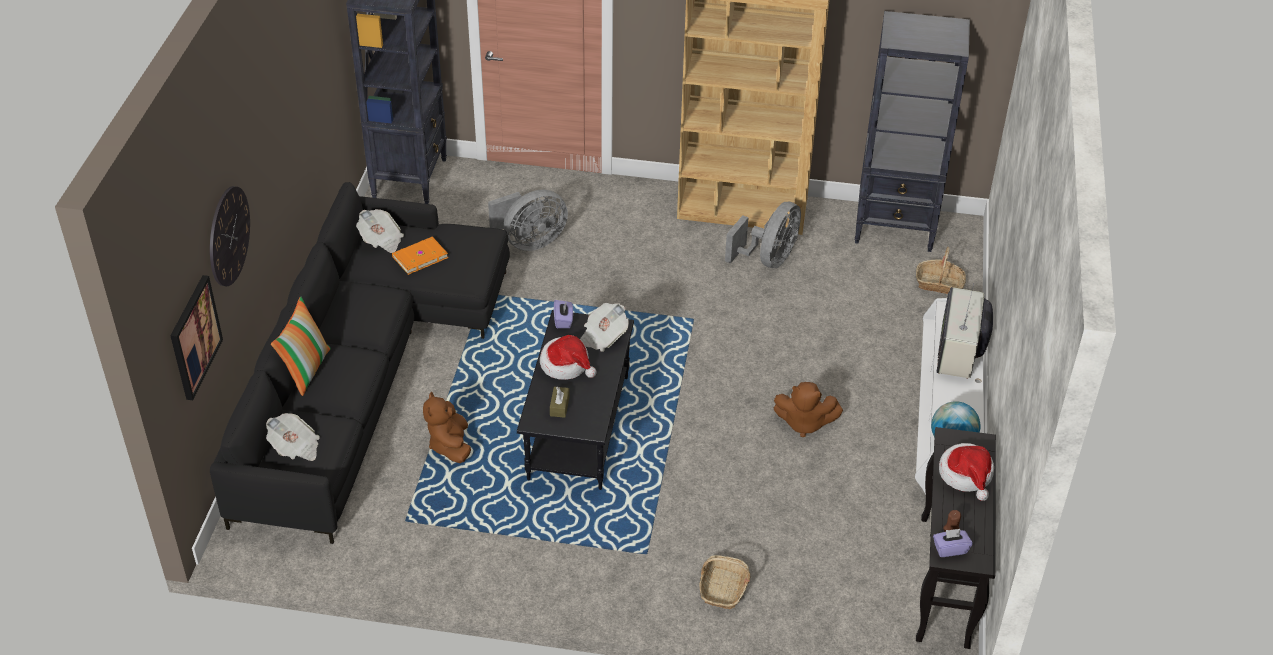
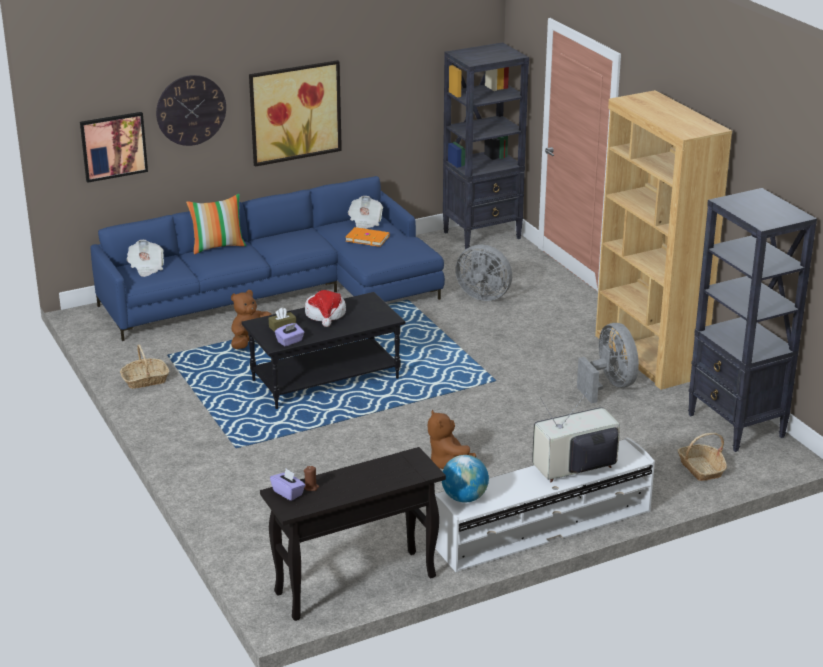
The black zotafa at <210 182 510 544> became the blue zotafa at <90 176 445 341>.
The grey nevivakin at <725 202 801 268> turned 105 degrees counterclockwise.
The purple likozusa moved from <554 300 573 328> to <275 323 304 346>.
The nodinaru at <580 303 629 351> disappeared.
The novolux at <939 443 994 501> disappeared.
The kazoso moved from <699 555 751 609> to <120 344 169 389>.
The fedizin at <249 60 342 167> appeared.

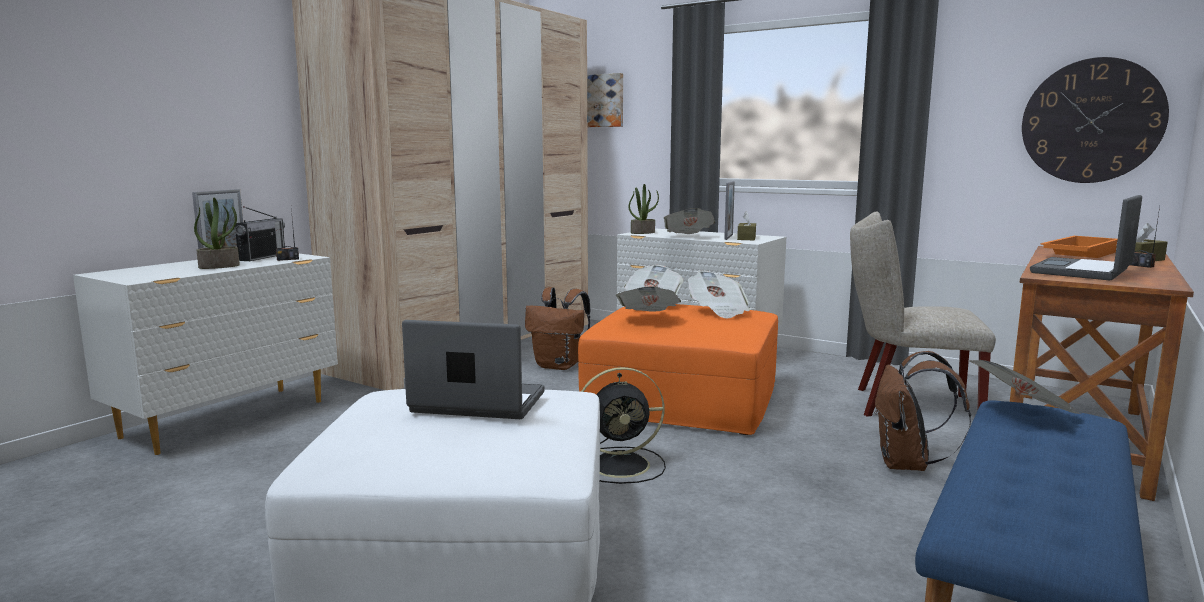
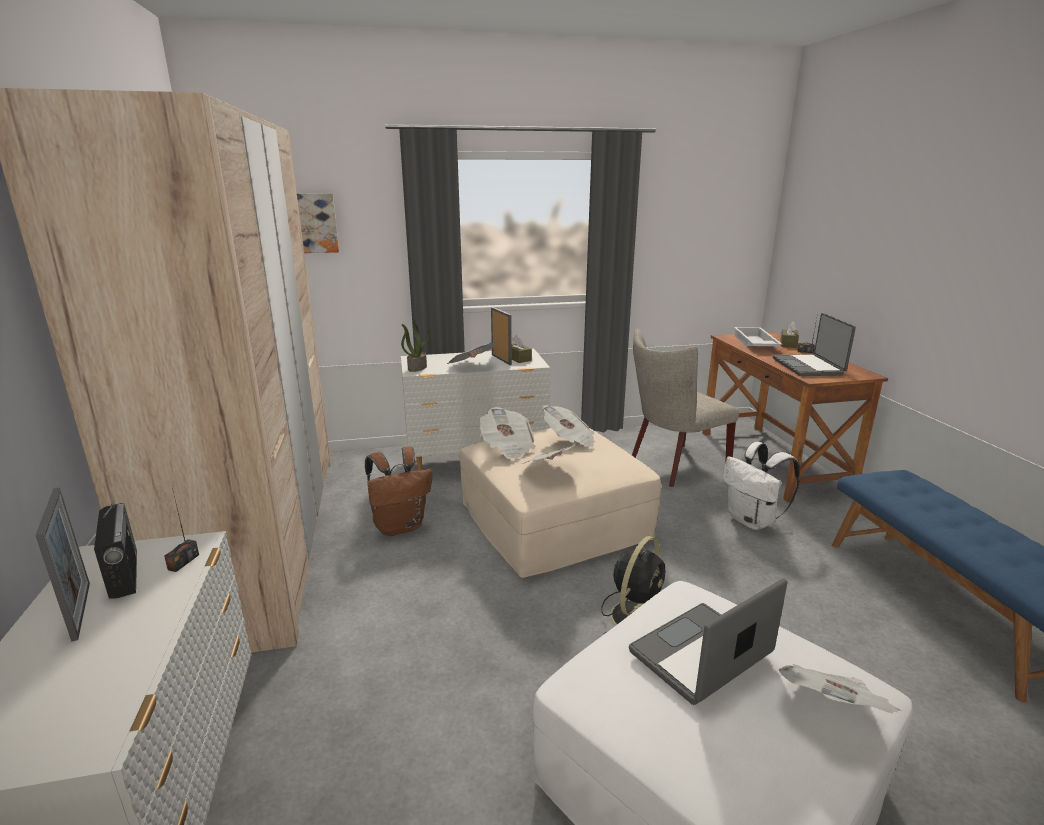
The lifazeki at <1022 57 1169 183> disappeared.
The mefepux at <194 198 240 269> disappeared.
The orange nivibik at <1040 236 1118 258> became the white nivibik at <734 327 782 346>.
The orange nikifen at <578 304 778 435> became the beige nikifen at <460 428 661 578>.
The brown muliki at <874 351 971 471> became the white muliki at <723 442 800 530>.
The nodinaru moved from <969 360 1081 414> to <778 664 901 714>.

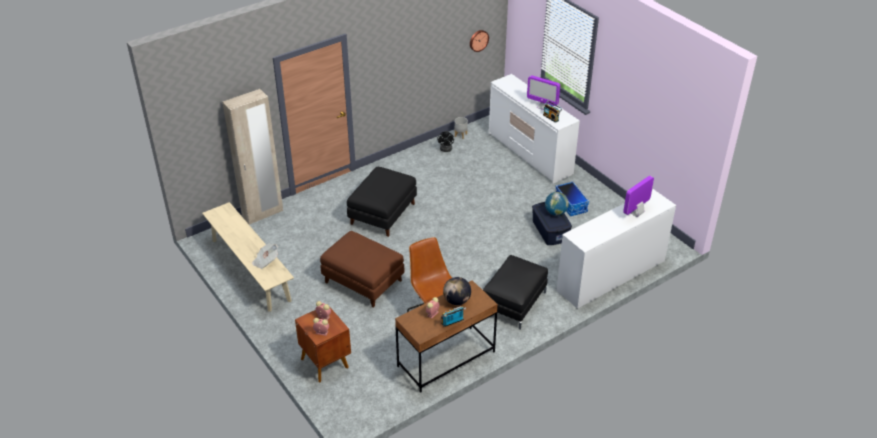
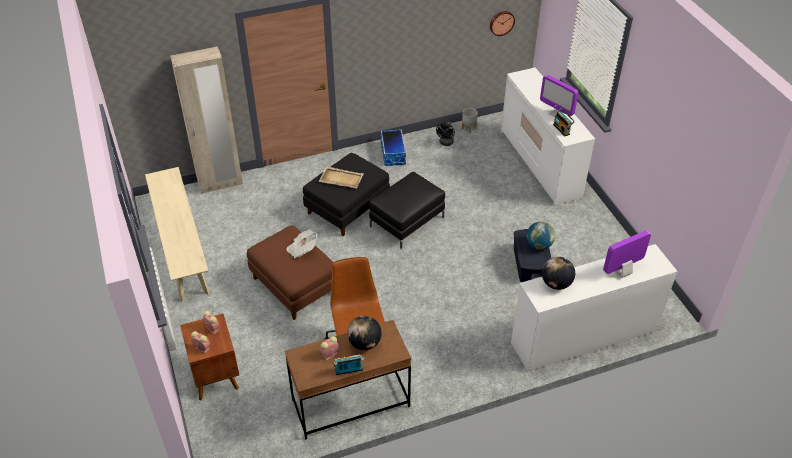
The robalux moved from <555 181 589 216> to <381 129 406 166>.
The nodinaru moved from <252 243 278 269> to <286 229 318 258>.
The black nikifen moved from <483 255 548 330> to <369 172 445 249>.
The beige nivibik at <319 166 364 188> appeared.
The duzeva at <542 257 575 290> appeared.

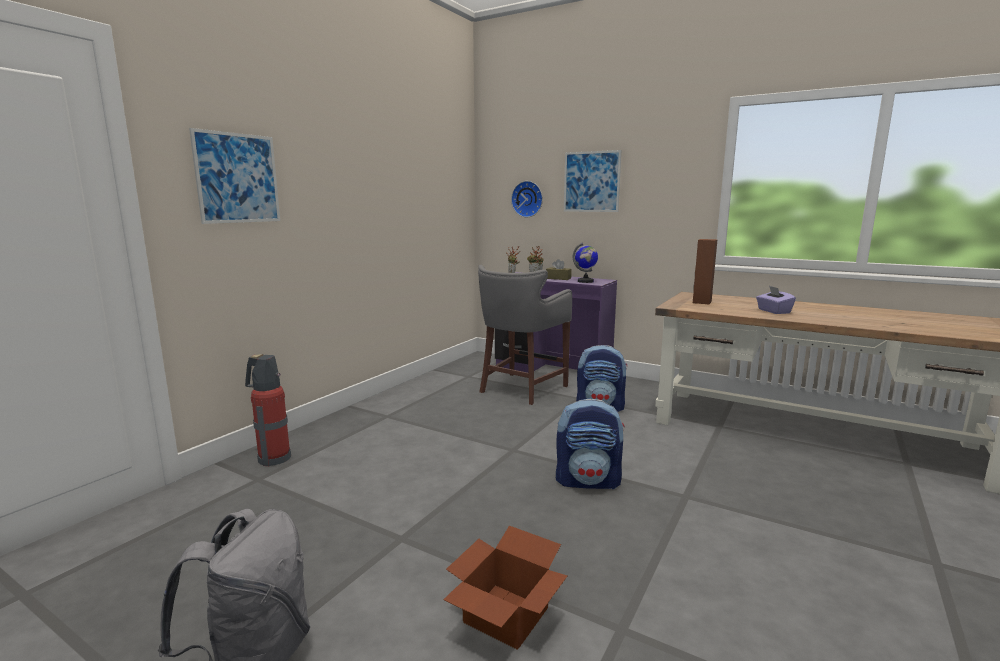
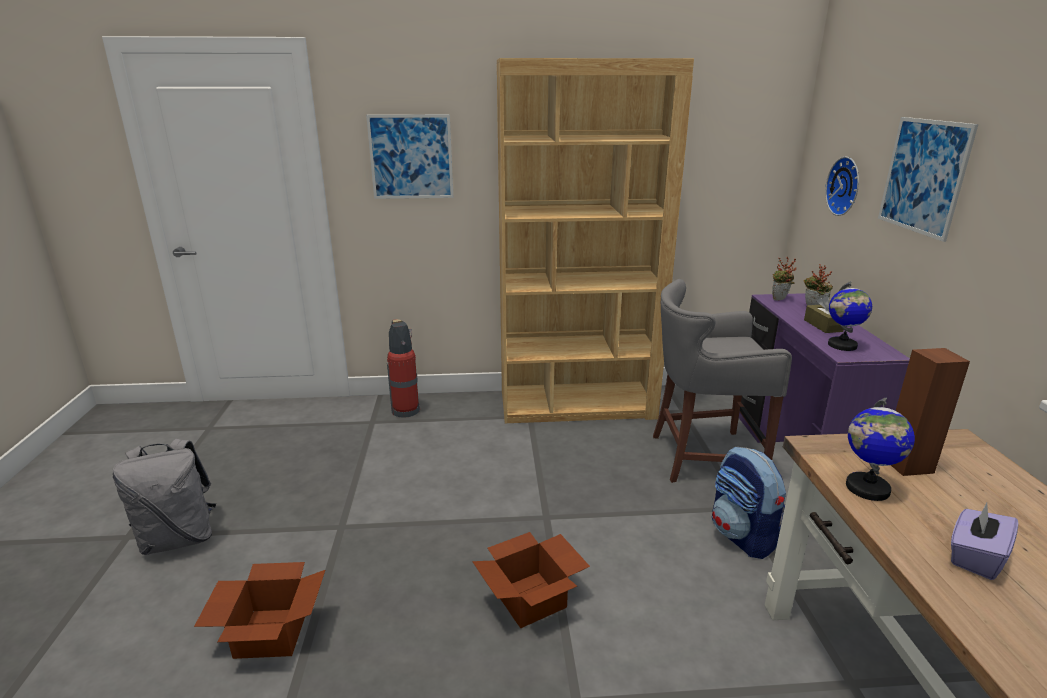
The muliki at <556 398 625 489> was replaced by the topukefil at <472 532 590 629>.
The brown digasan at <497 58 694 423> appeared.
The duzeva at <846 398 915 501> appeared.

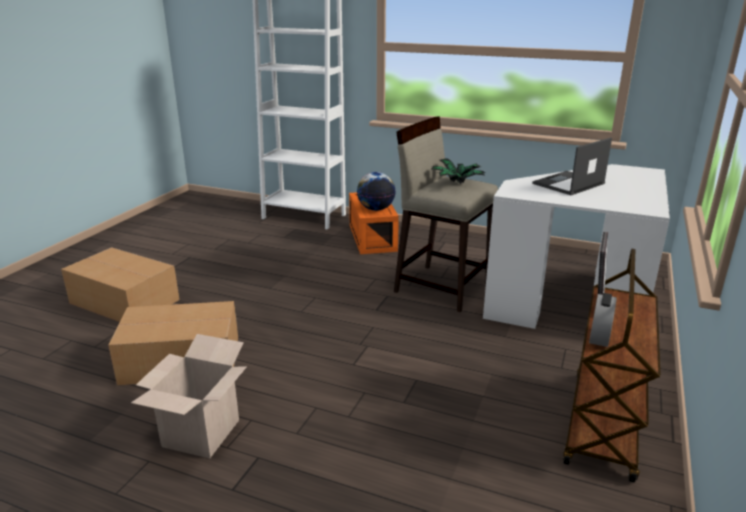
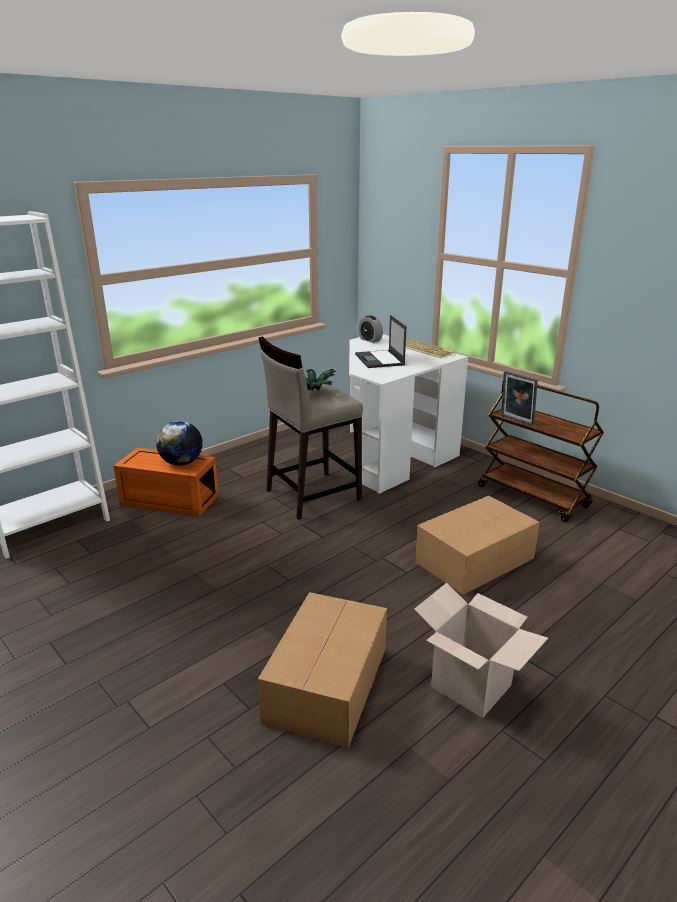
The topukefil moved from <61 247 180 322> to <415 496 540 595>.
The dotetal moved from <589 293 617 347> to <358 315 383 343>.
The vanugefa at <406 339 454 358> appeared.

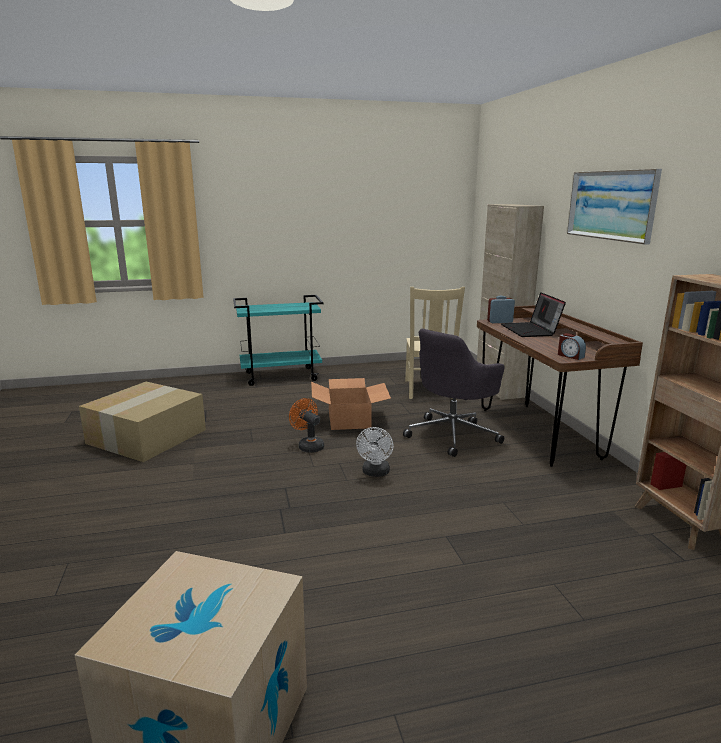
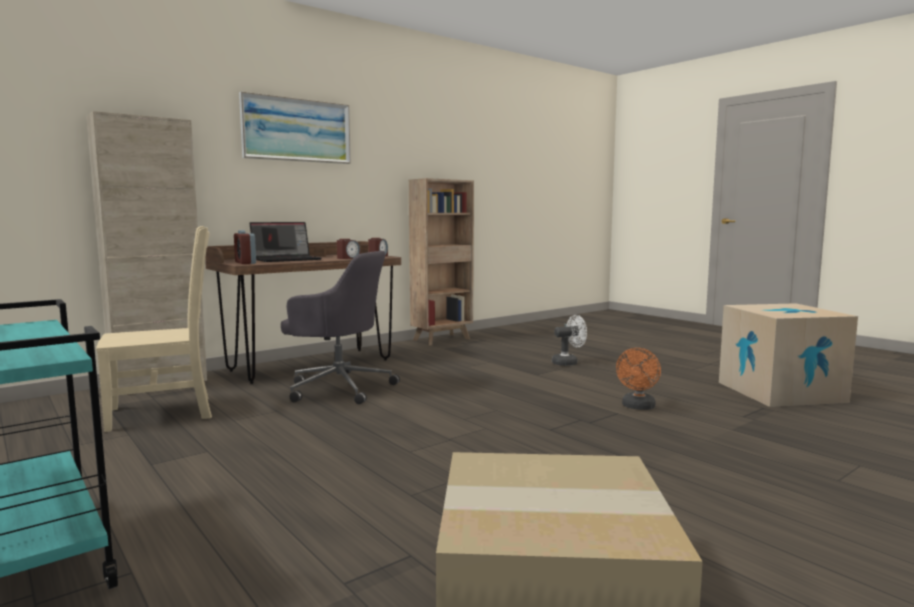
The topukefil at <311 378 391 430> disappeared.
The orange nevivakin moved from <289 398 324 453> to <616 348 661 410>.
The white nevivakin moved from <356 427 394 477> to <552 315 587 366>.
The dotetal at <337 239 360 259> appeared.

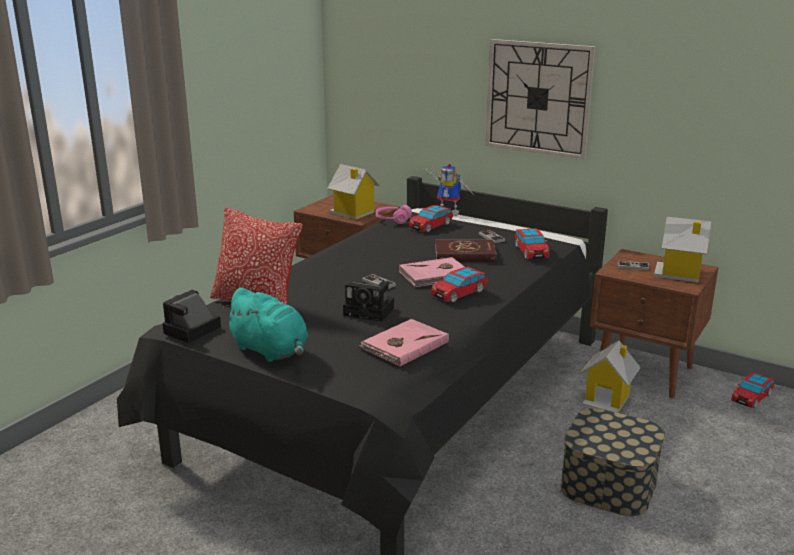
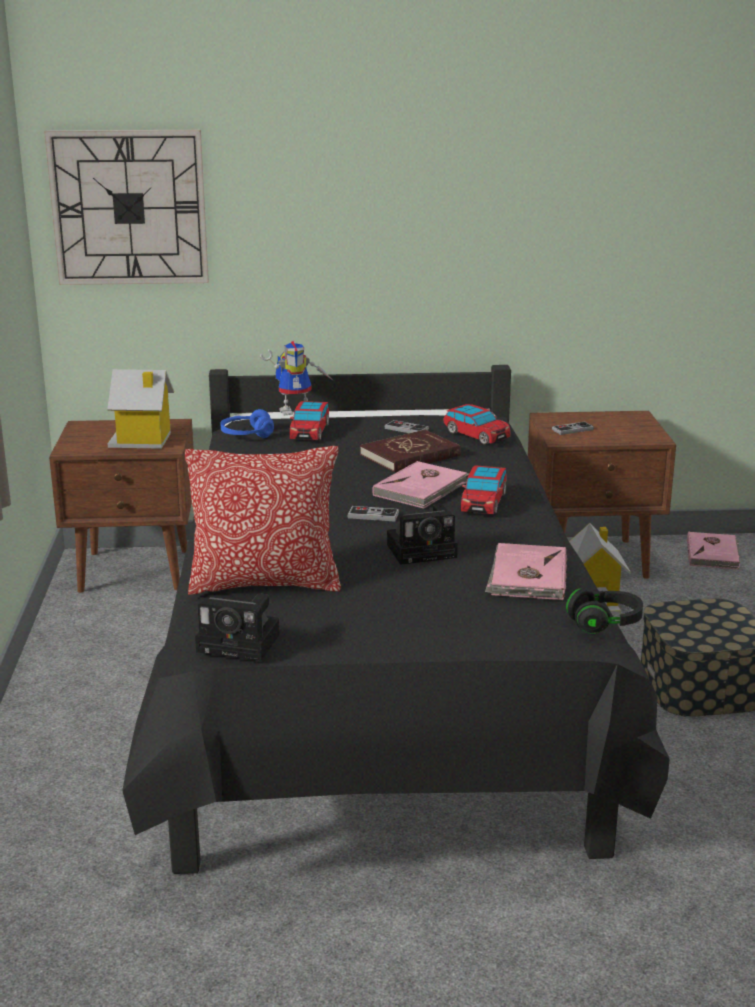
The lifazeki moved from <486 39 596 159> to <44 130 209 285>.
The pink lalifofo at <376 205 412 224> became the blue lalifofo at <221 409 274 438>.
The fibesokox at <654 217 711 283> disappeared.
The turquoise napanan at <223 288 308 362> disappeared.
The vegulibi at <162 290 221 343> turned 75 degrees counterclockwise.
The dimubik at <731 372 774 408> was replaced by the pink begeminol at <687 532 740 569>.
The black lalifofo at <566 588 643 634> appeared.

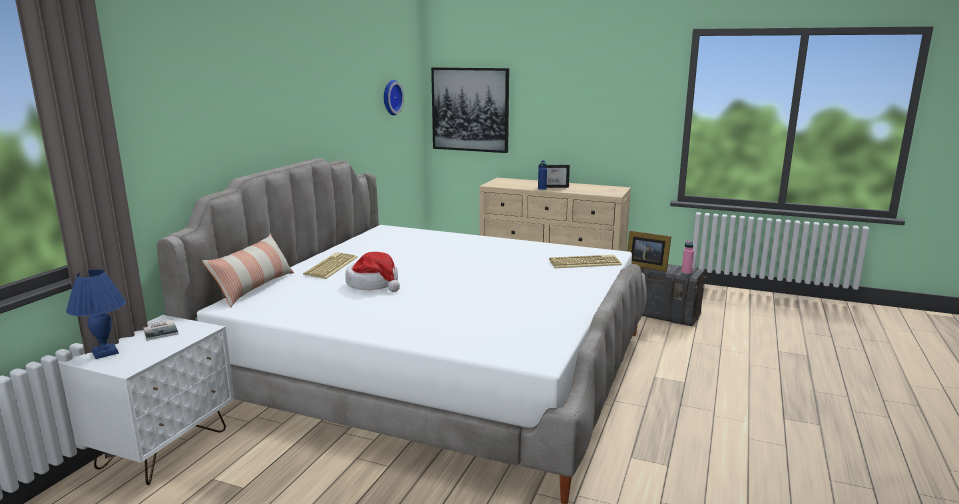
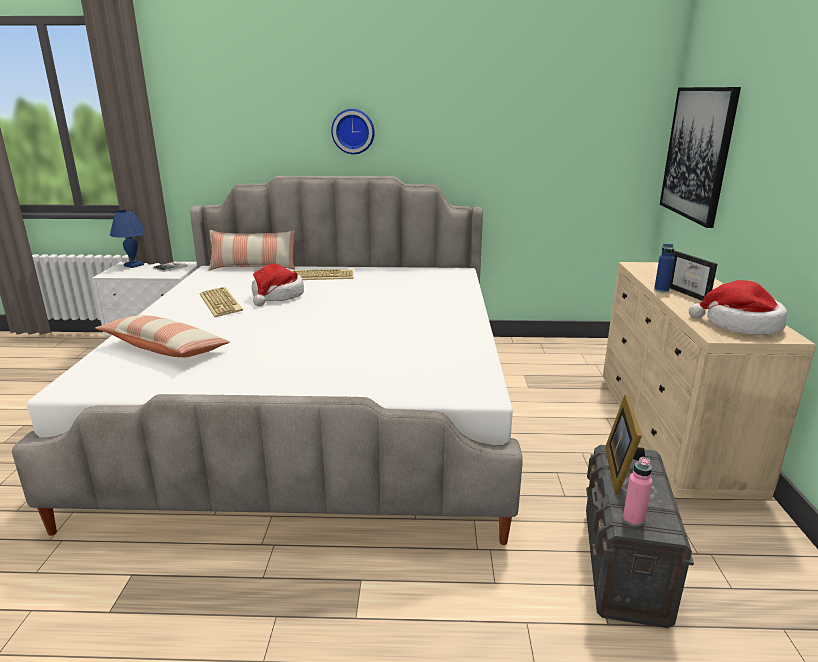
The lifazeki moved from <384 80 404 115> to <331 109 375 154>.
The vanugefa moved from <549 255 622 268> to <200 287 243 317>.
The novolux at <689 280 787 335> appeared.
The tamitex at <95 315 230 357> appeared.

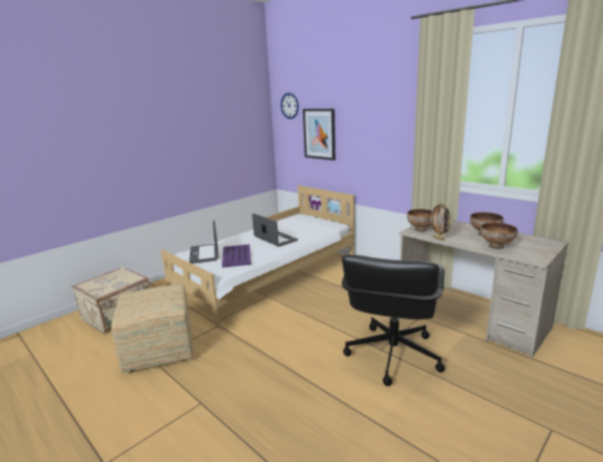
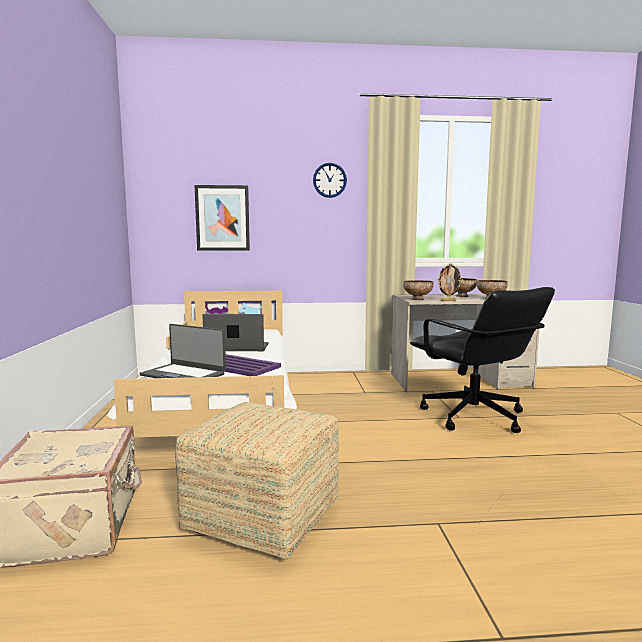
The lifazeki moved from <281 93 299 119> to <313 163 347 198>.

